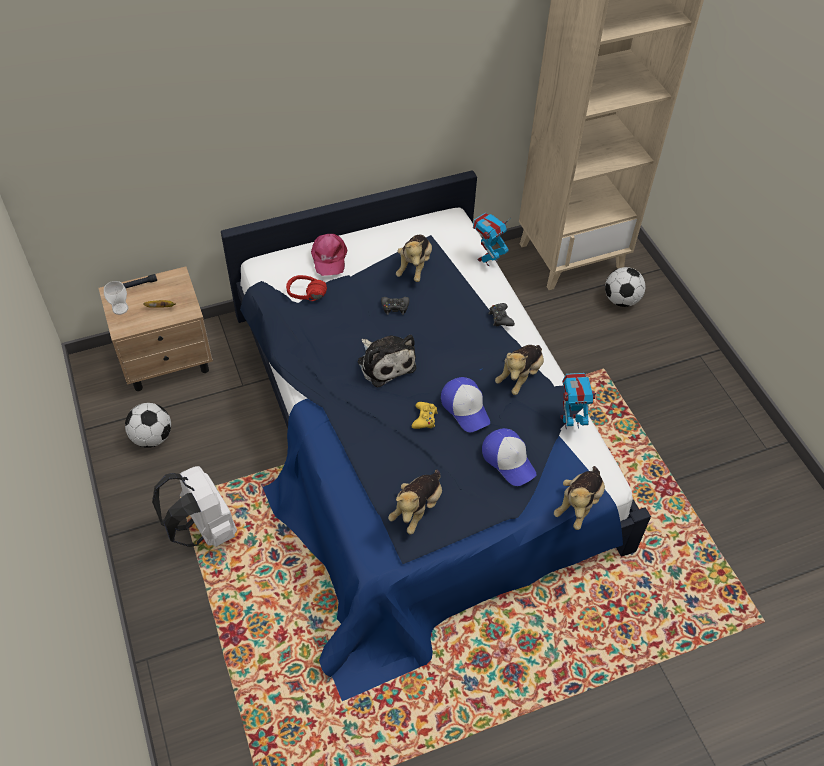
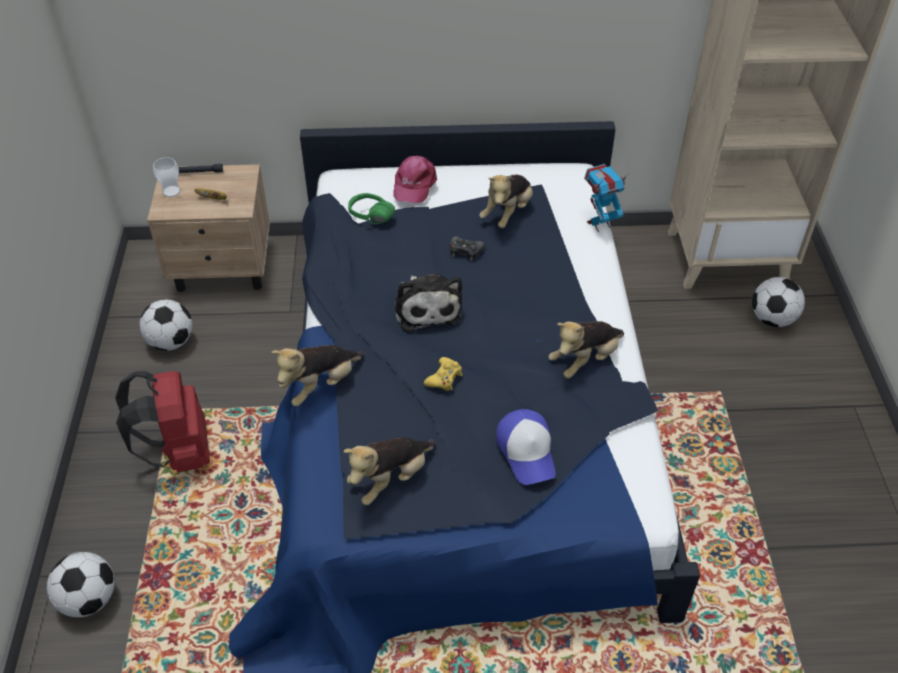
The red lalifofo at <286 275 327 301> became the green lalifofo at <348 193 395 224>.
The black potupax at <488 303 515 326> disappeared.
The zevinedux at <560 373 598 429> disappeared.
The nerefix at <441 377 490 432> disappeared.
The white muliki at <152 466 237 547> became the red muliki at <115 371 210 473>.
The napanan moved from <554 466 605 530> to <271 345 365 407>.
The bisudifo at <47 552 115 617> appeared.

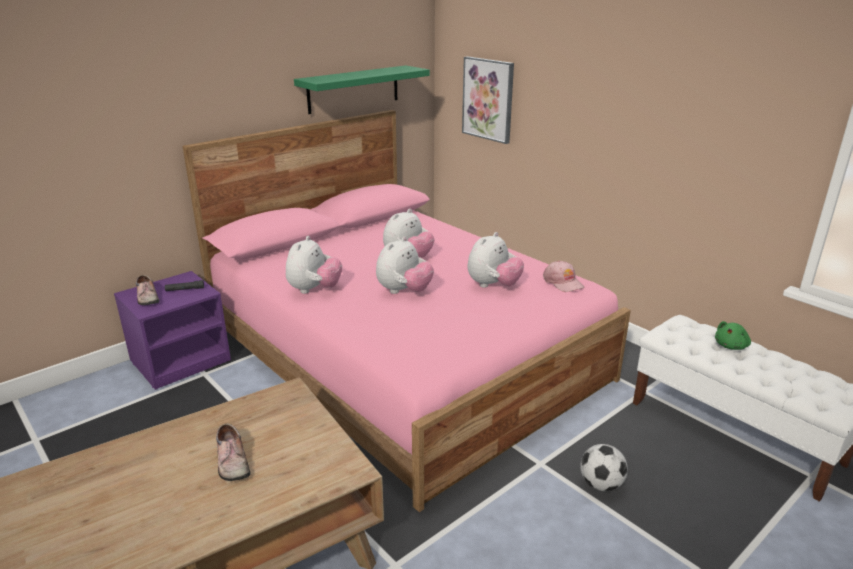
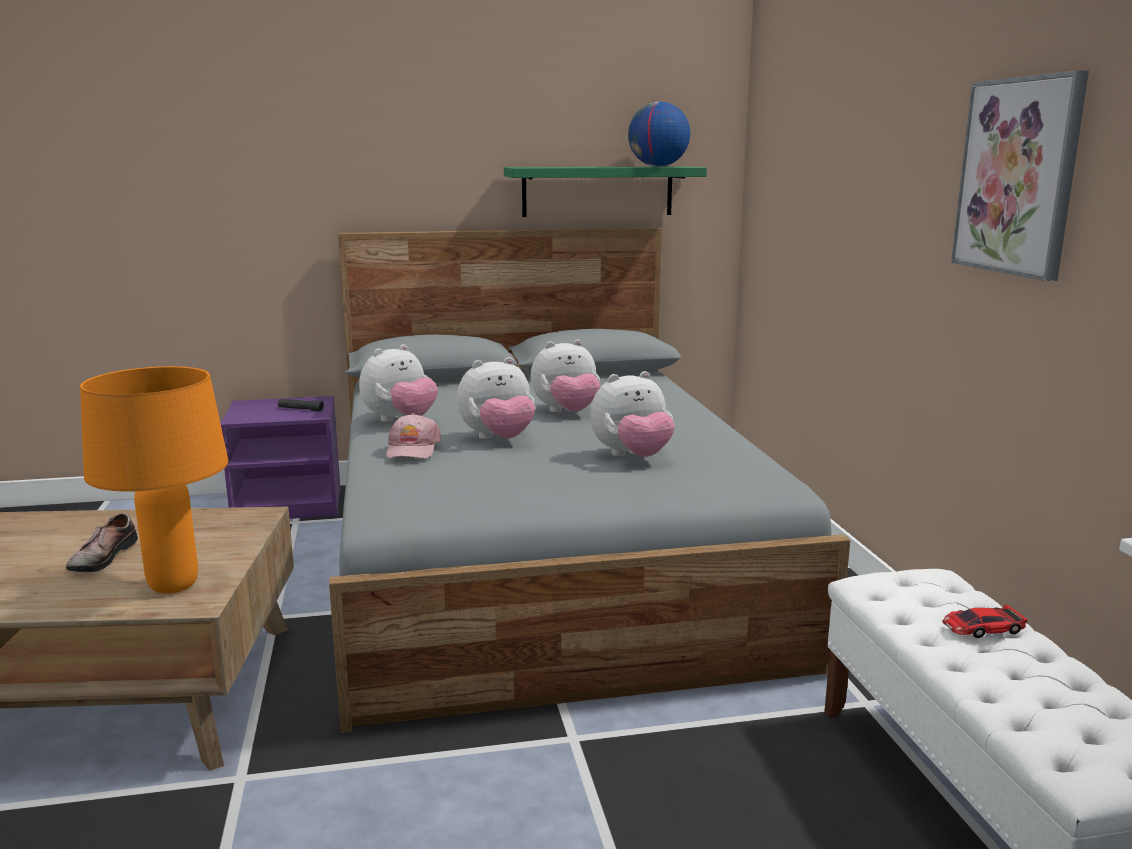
The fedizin moved from <462 56 514 144> to <951 71 1089 281>.
The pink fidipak at <182 110 631 512> became the grey fidipak at <329 228 850 733>.
The pink nerefix moved from <543 260 584 292> to <386 413 441 458>.
The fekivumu at <136 275 160 305> disappeared.
The green napanan at <715 321 751 350> was replaced by the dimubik at <942 605 1028 638>.
The bisudifo at <580 444 628 491> disappeared.
The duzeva at <628 102 690 167> appeared.
The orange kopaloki at <80 366 229 594> appeared.

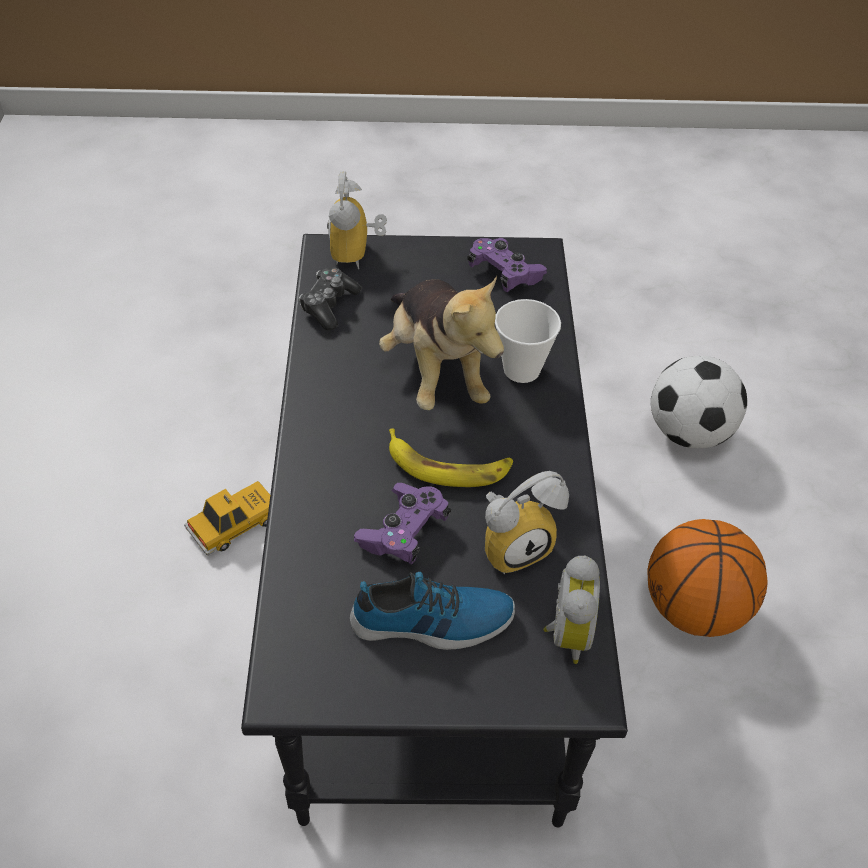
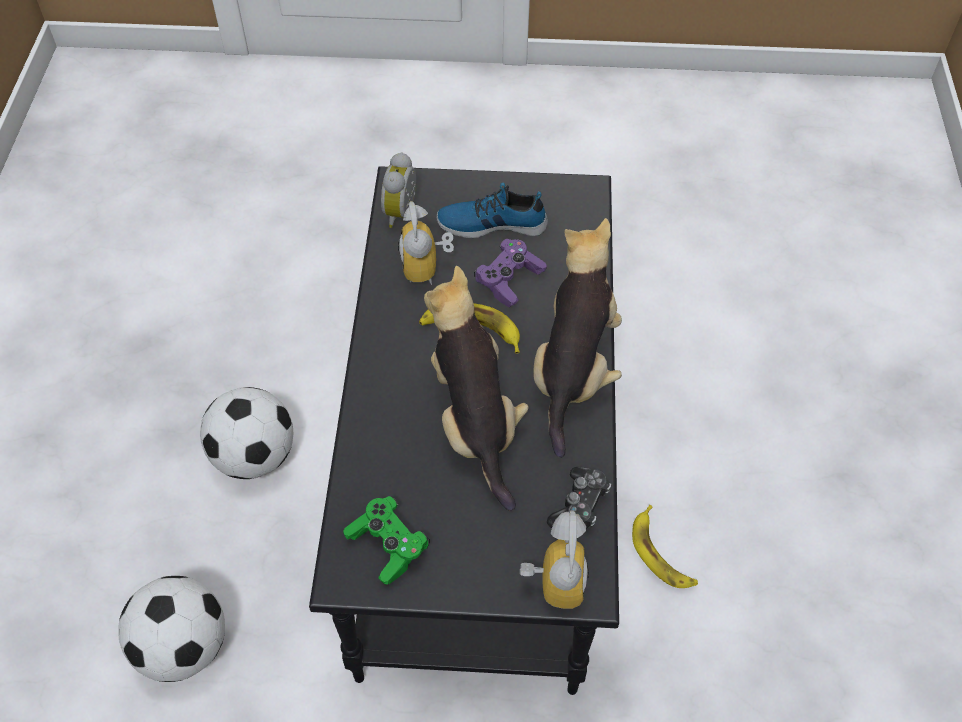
The purple potupax at <468 238 547 292> became the green potupax at <343 496 430 585>.
The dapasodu at <495 299 561 383> disappeared.
The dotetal at <485 471 569 574> turned 75 degrees counterclockwise.
The dimubik at <184 481 270 555> was replaced by the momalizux at <632 505 698 588>.
The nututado at <647 519 768 637> was replaced by the bisudifo at <200 387 293 479>.
The napanan at <533 218 622 458> appeared.

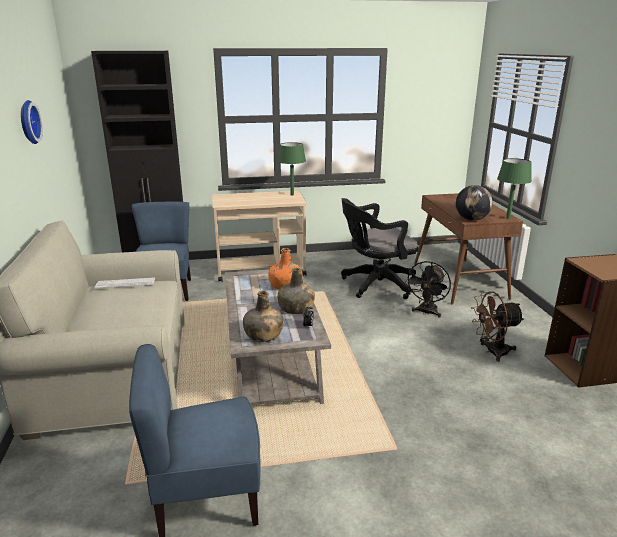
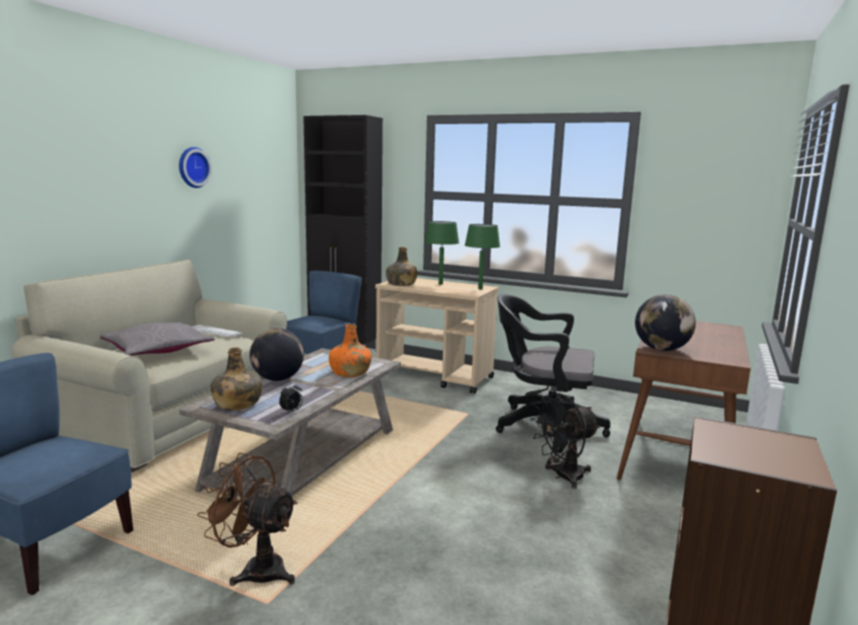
The green kopaloki moved from <497 158 532 219> to <425 221 459 285>.
The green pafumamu moved from <278 268 315 314> to <386 247 418 286>.
The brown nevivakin moved from <471 291 524 362> to <197 453 298 586>.
The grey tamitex at <100 322 215 356> appeared.
The duzeva at <250 328 304 381> appeared.

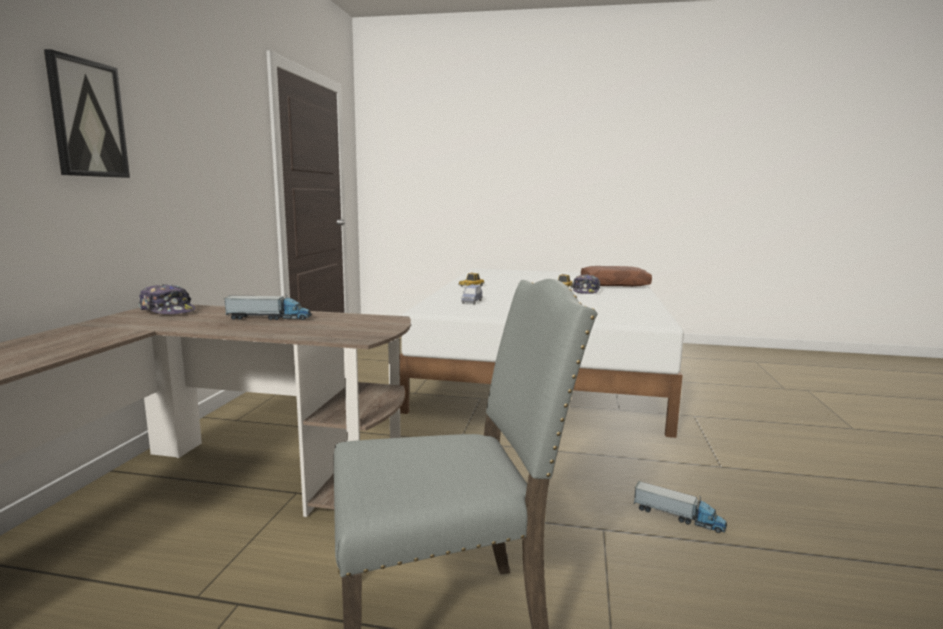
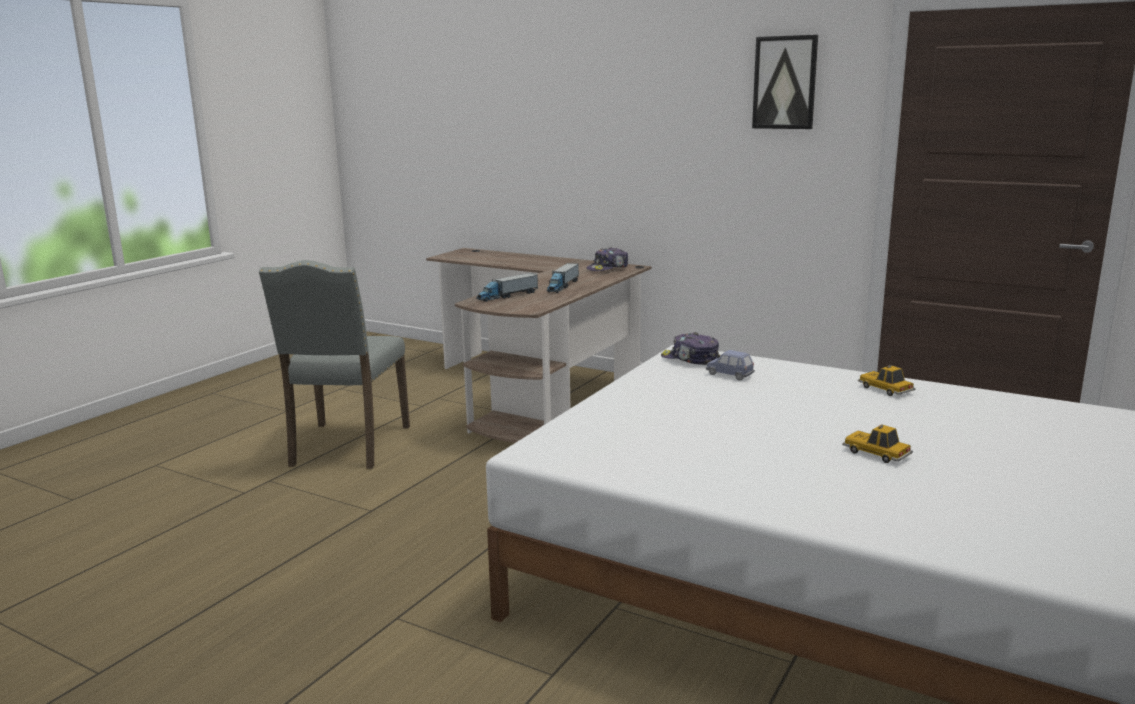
The fedizin moved from <44 49 130 178> to <752 35 818 129>.
The brown tamitex at <581 266 652 287> disappeared.
The nerefix moved from <572 274 600 294> to <661 332 721 365>.
The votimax moved from <634 481 727 533> to <476 273 538 302>.

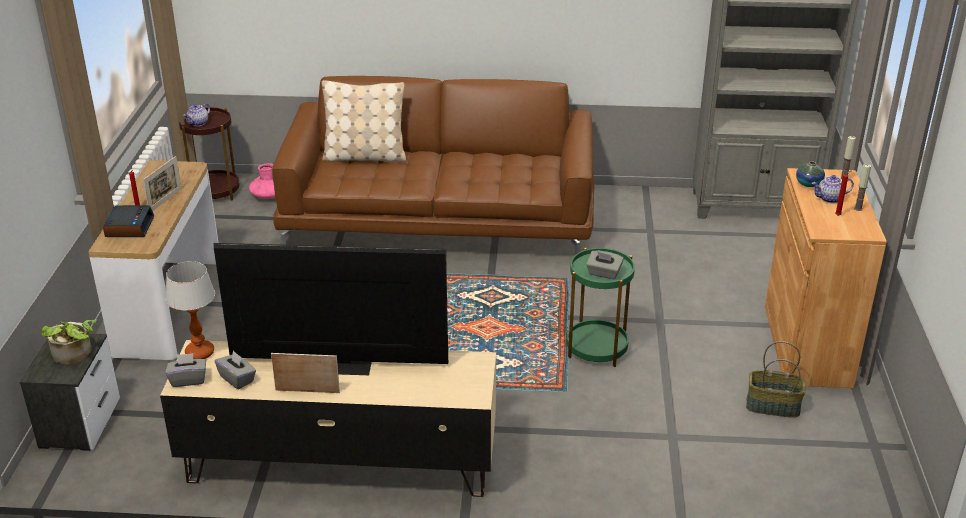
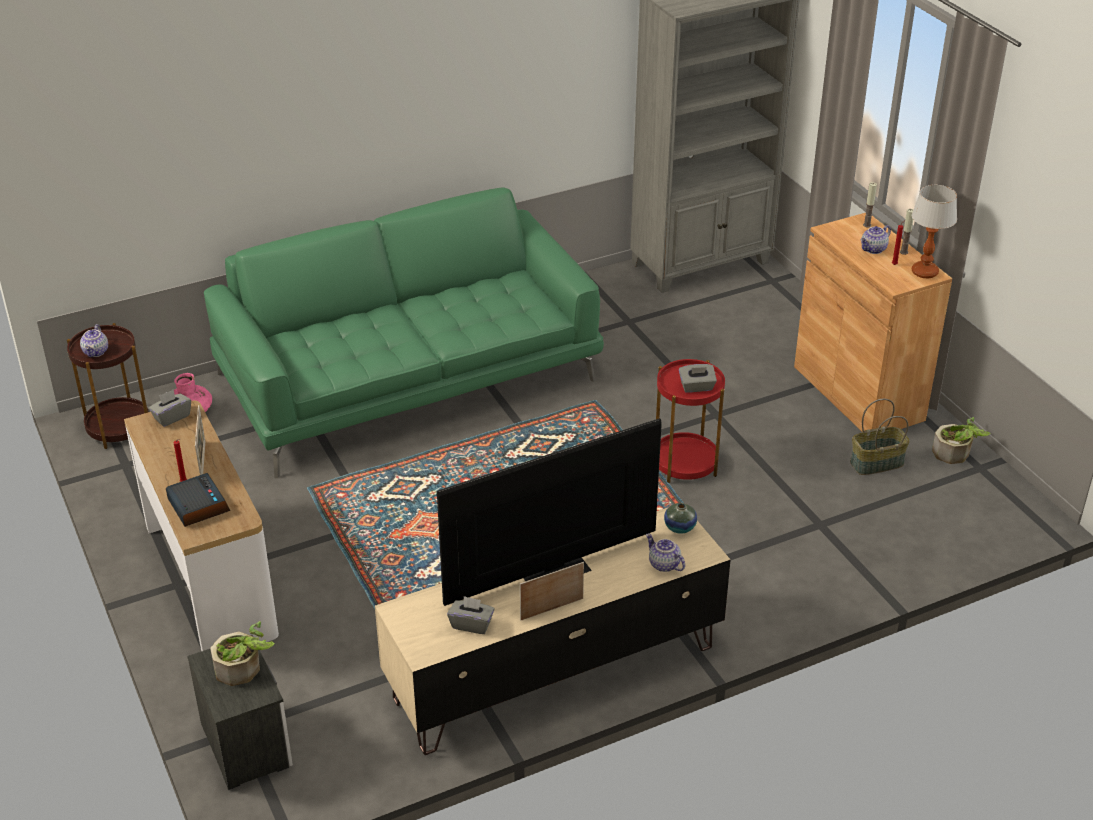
The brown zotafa at <272 76 594 254> became the green zotafa at <204 187 604 478>.
The beige tamitex at <322 80 406 162> disappeared.
The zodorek moved from <796 161 825 187> to <664 503 697 534>.
The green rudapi at <567 248 635 367> became the red rudapi at <656 359 725 483>.
The kopaloki moved from <166 261 215 359> to <912 185 957 278>.
The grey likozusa moved from <165 353 206 387> to <149 389 191 427>.
The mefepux at <932 417 990 464> appeared.
The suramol at <646 534 685 572> appeared.

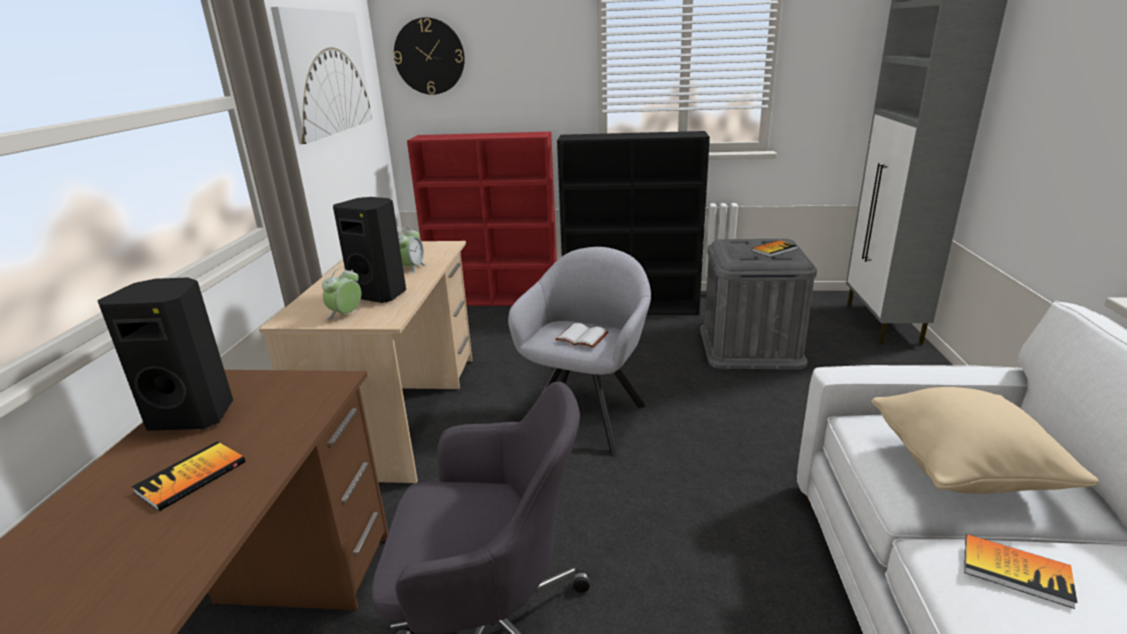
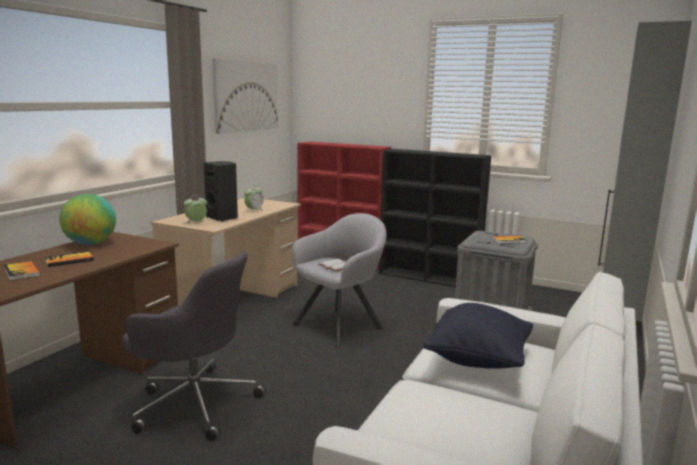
The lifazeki at <394 17 465 95> disappeared.
The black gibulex at <97 277 233 431> was replaced by the duzeva at <59 194 116 245>.
The beige tamitex at <871 387 1099 494> became the black tamitex at <423 303 533 369>.
The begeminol moved from <964 534 1077 609> to <4 261 40 281>.

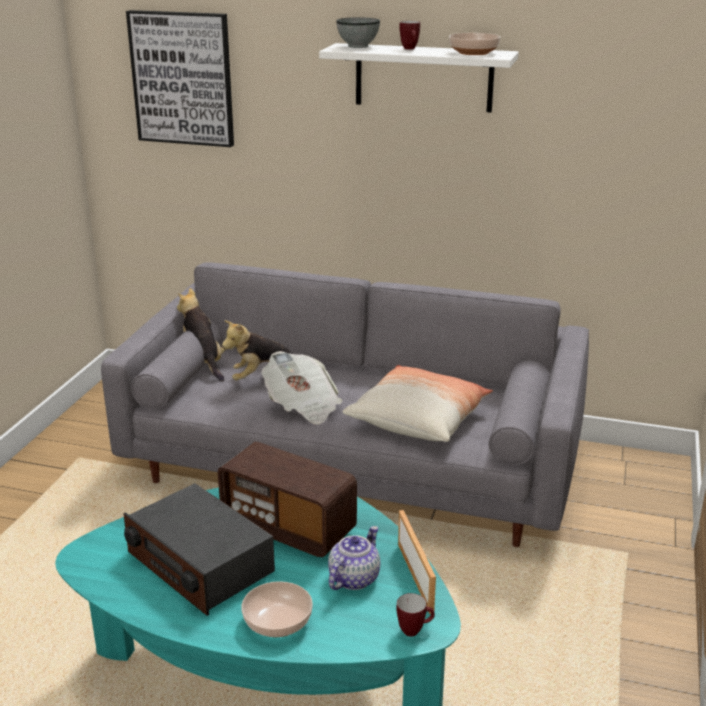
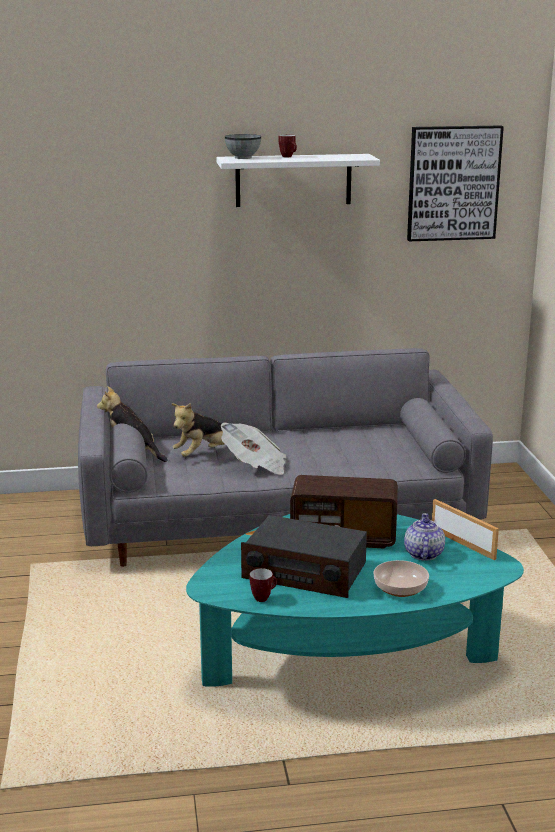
The fedizin moved from <126 10 234 147> to <407 125 504 241>.
The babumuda at <449 33 501 55> disappeared.
The tamitex at <342 365 493 442> disappeared.
The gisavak moved from <396 593 435 637> to <250 568 277 602>.

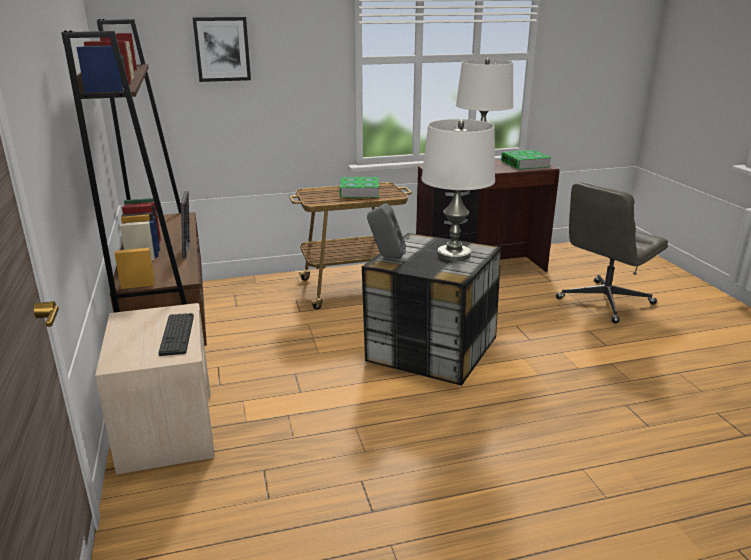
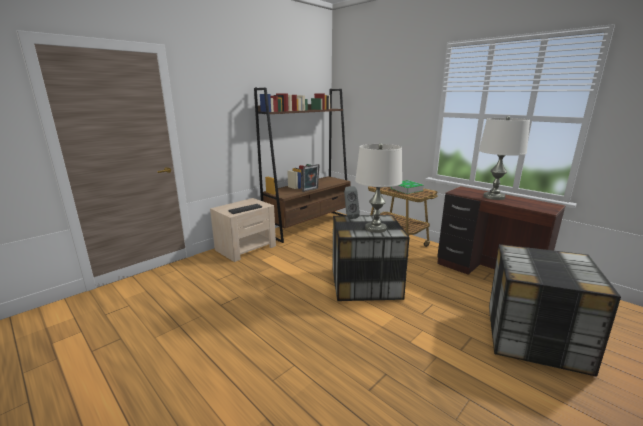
The fedizin at <192 17 251 82> disappeared.
The begeminol at <501 150 551 170> disappeared.
The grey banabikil at <556 181 668 323> was replaced by the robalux at <489 244 621 377>.

